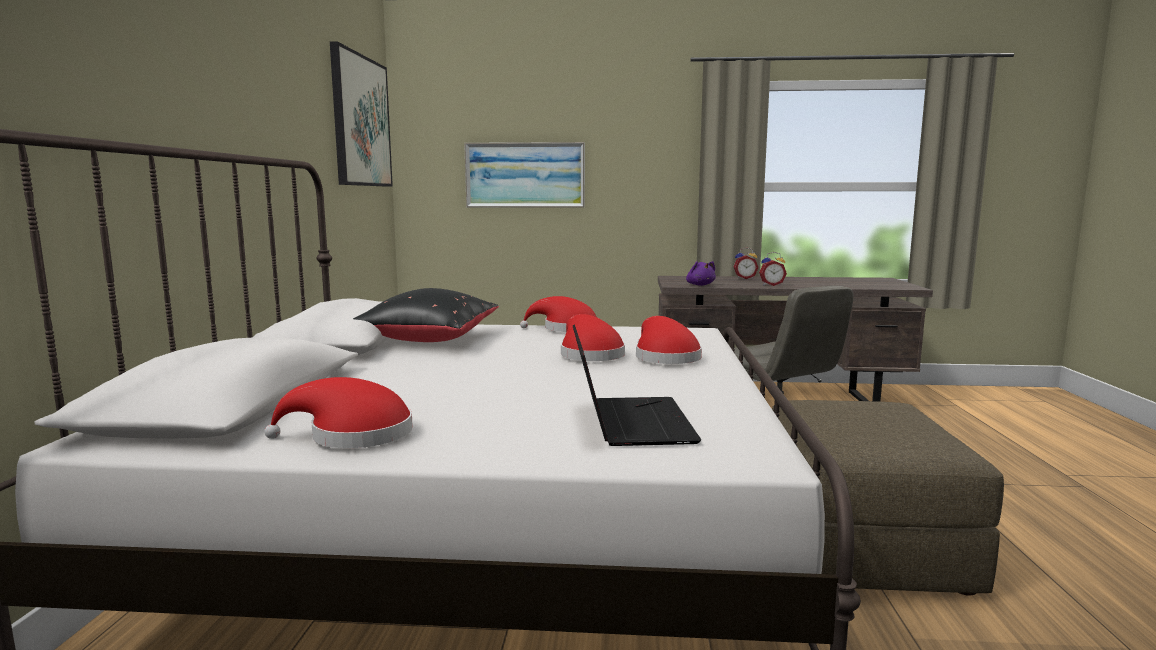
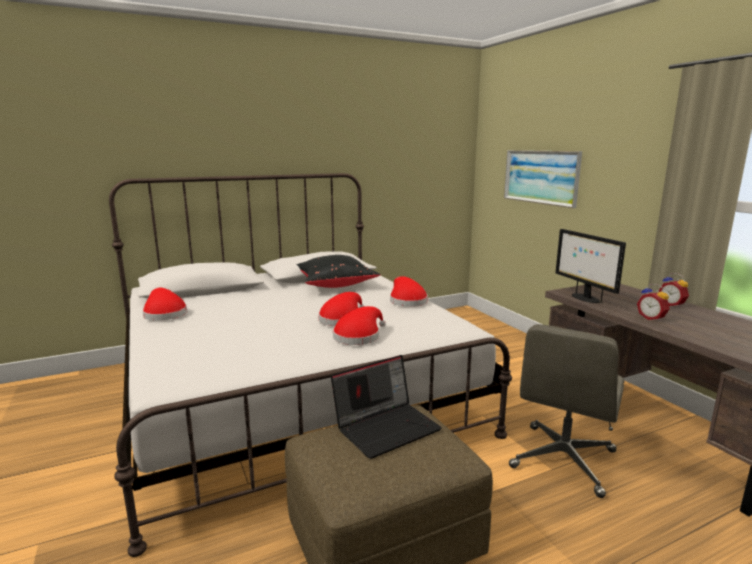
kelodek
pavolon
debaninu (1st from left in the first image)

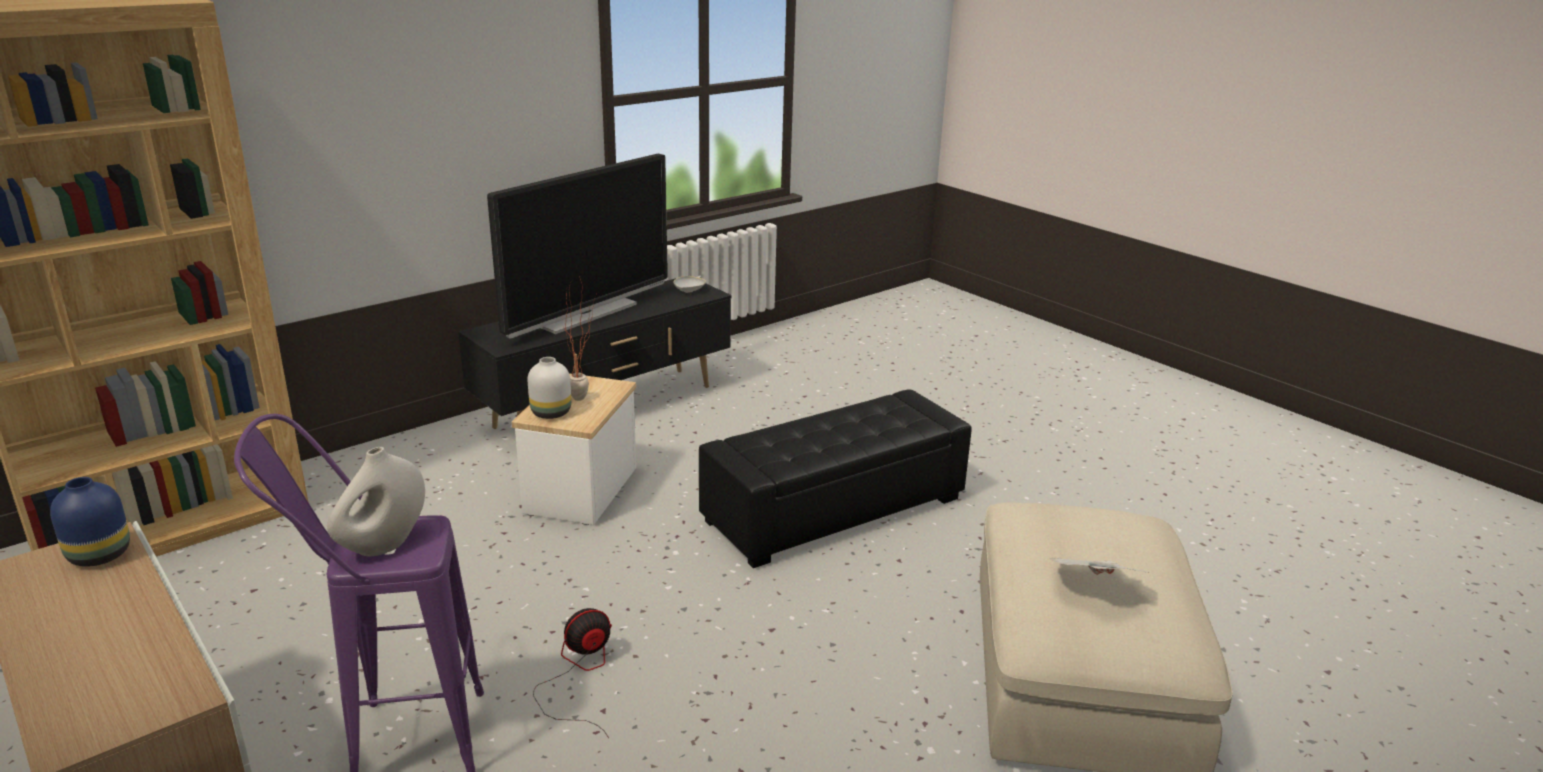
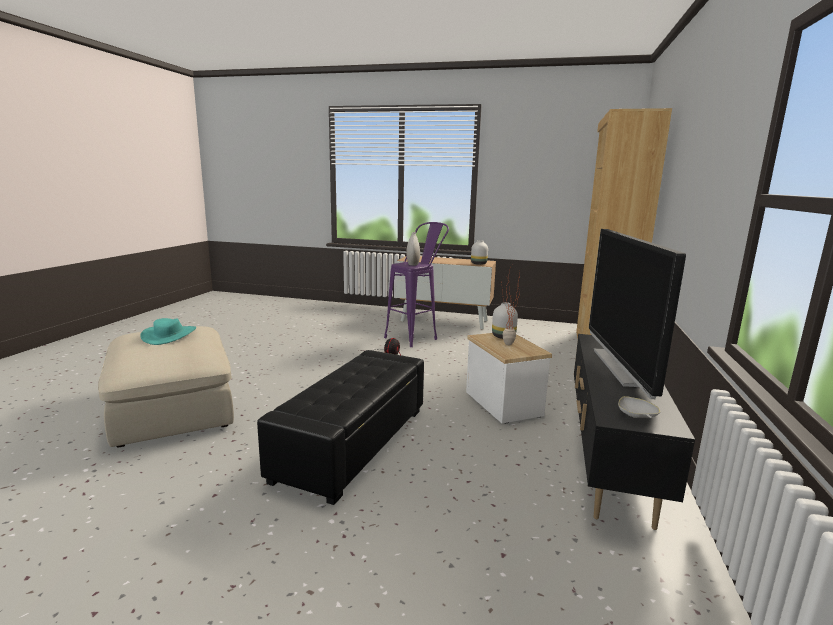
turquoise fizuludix
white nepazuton (2nd from left)

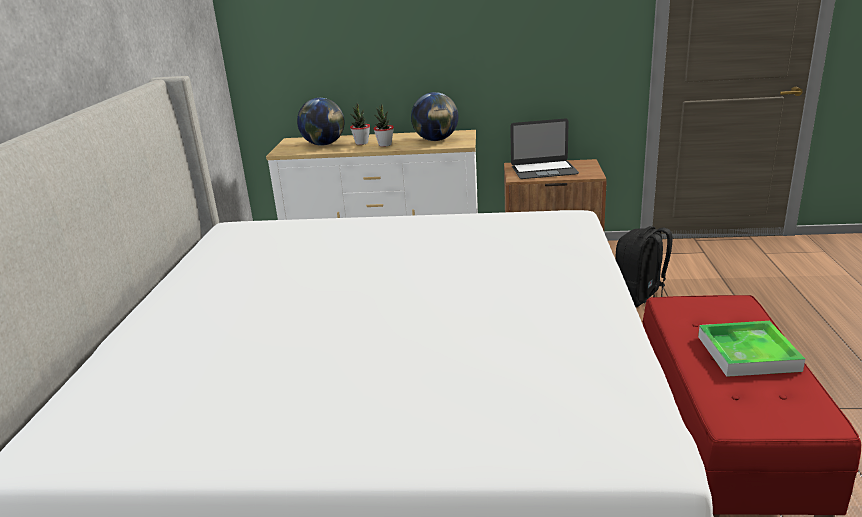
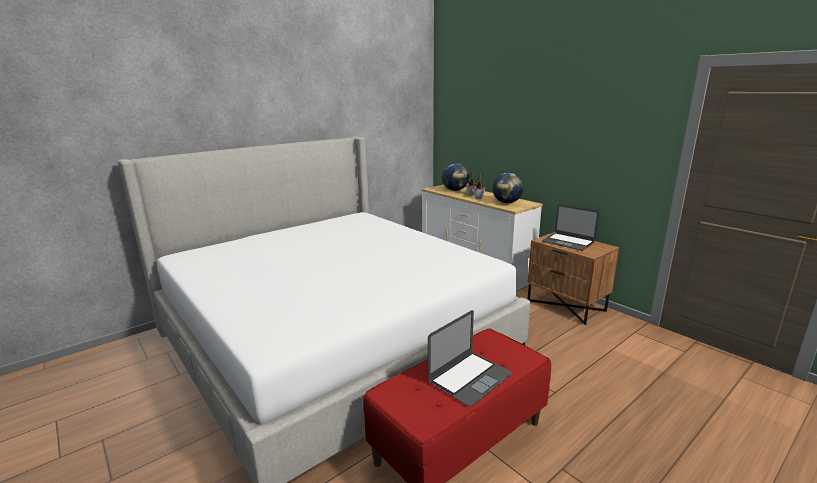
kelodek (1st from left)
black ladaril

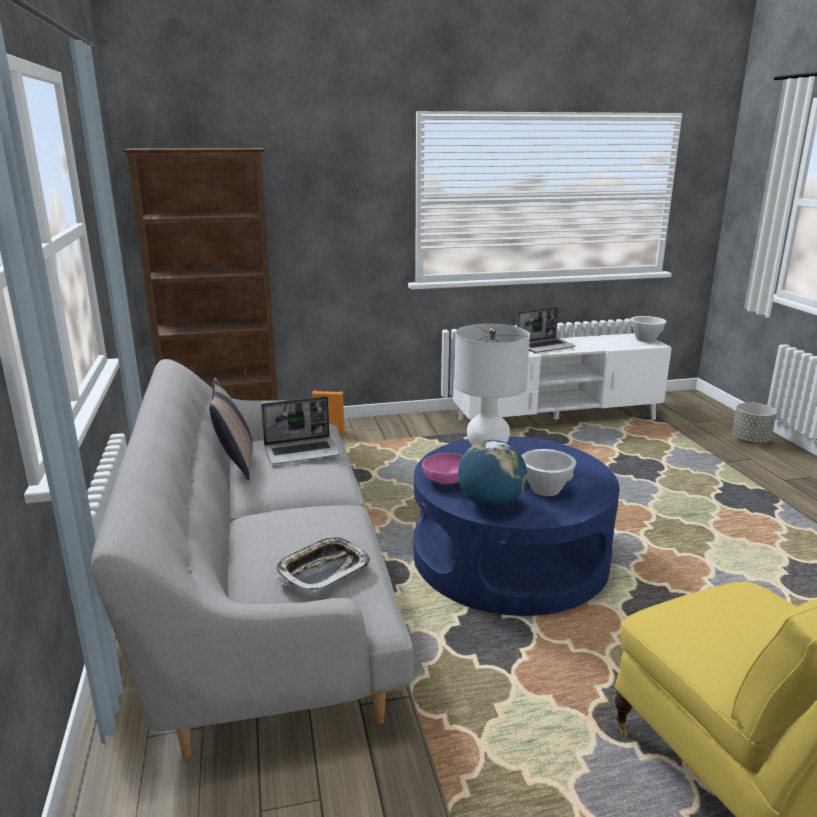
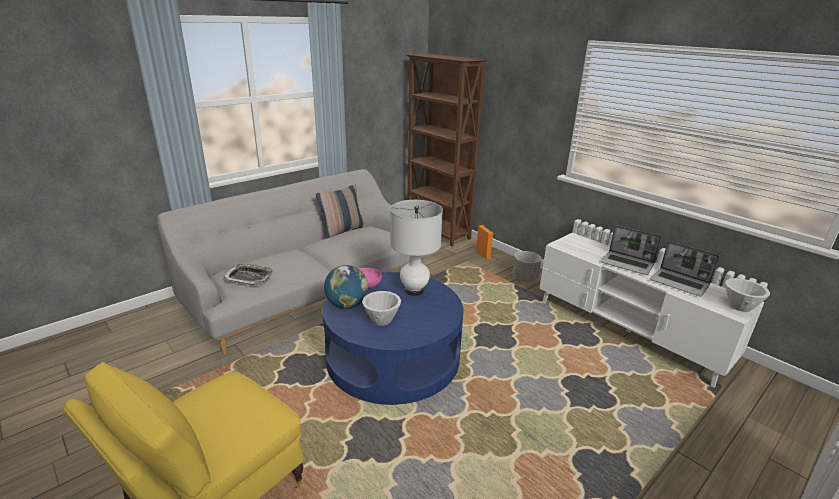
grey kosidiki
kelodek (2nd from left)

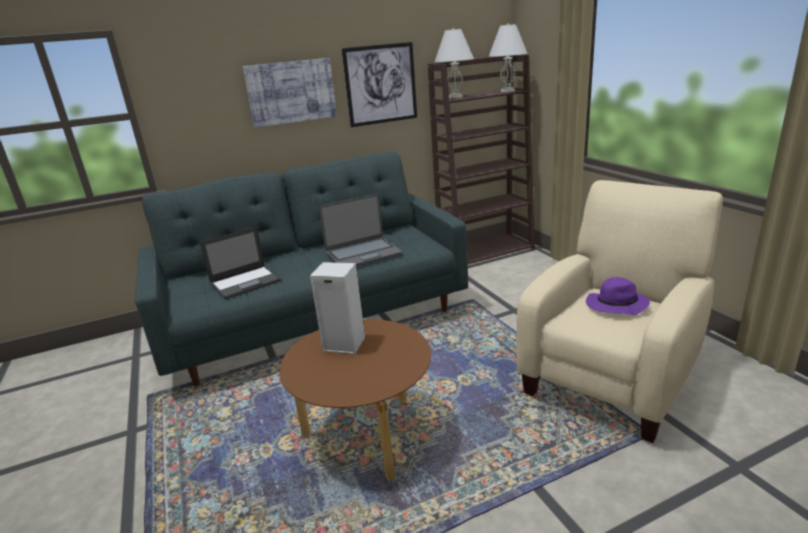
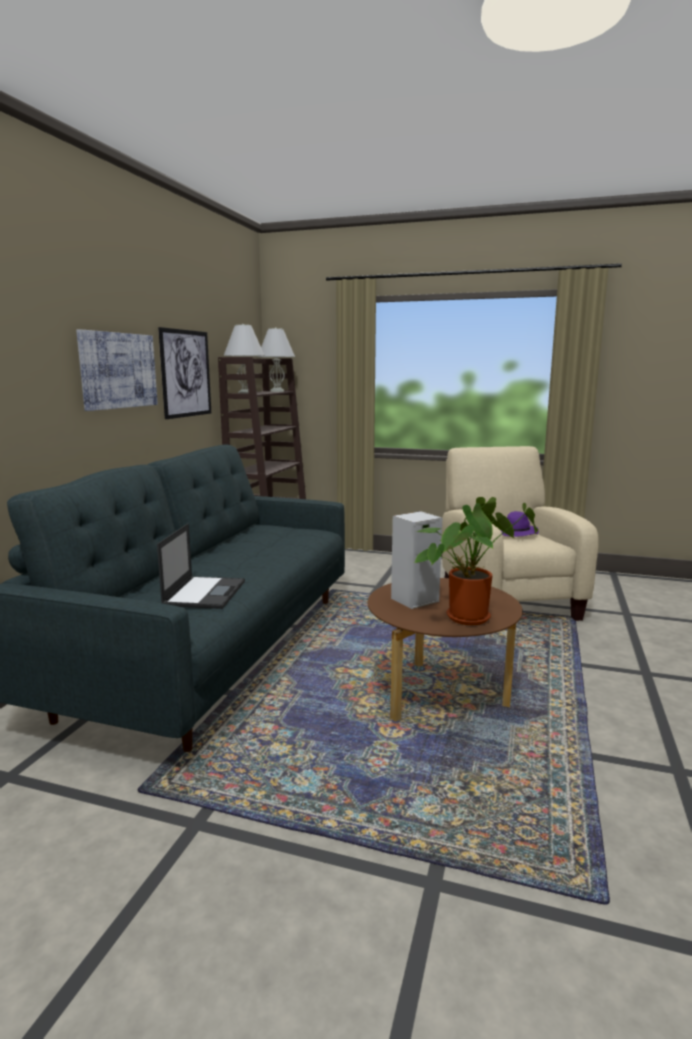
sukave
kelodek (2nd from left in the first image)

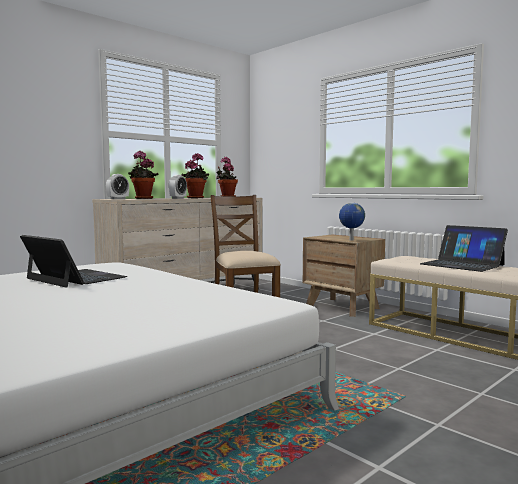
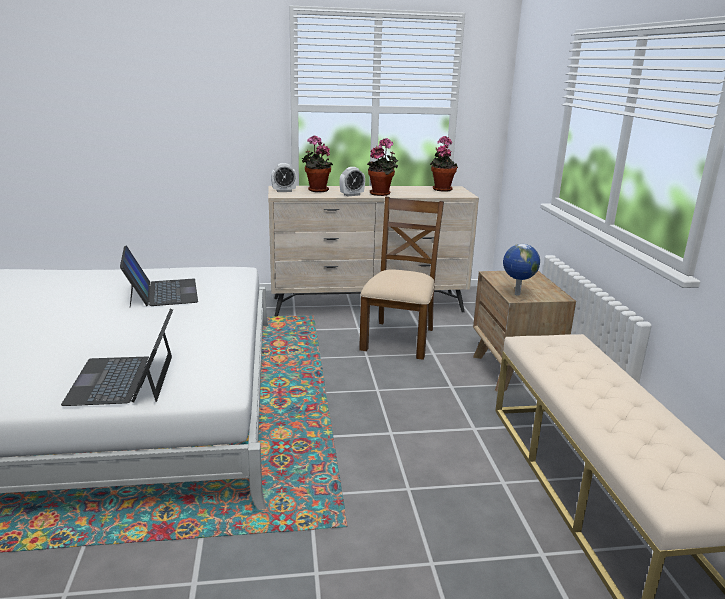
kelodek (1st from left)

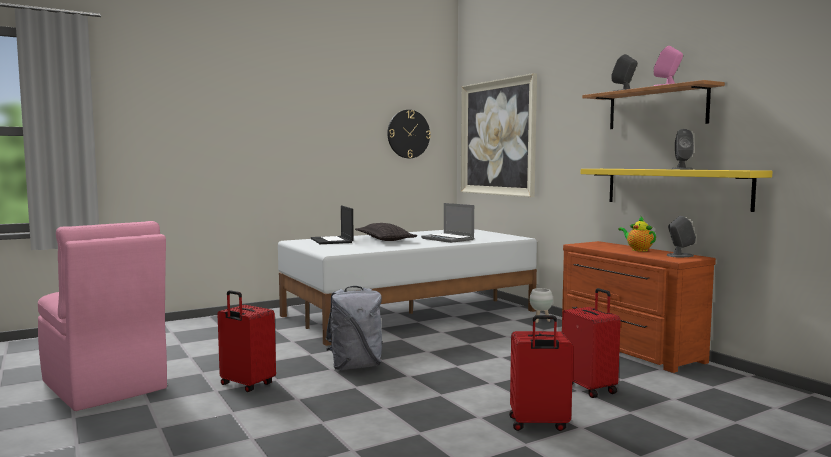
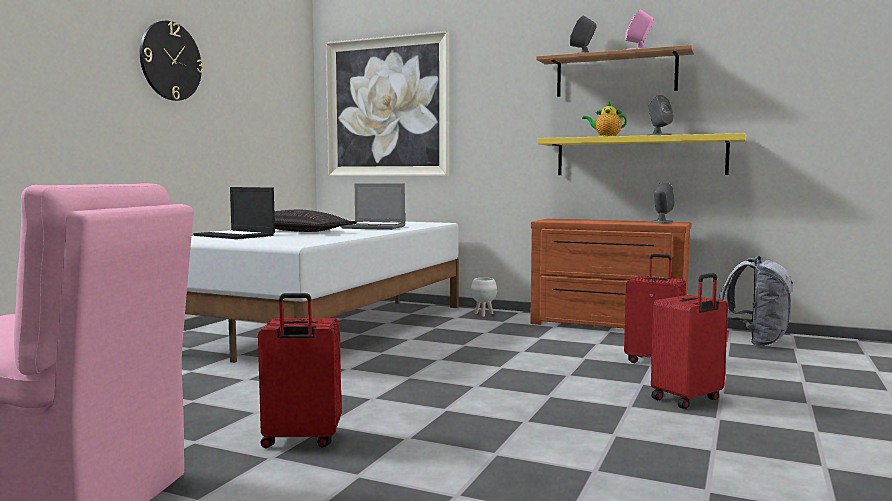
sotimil
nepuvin
grey ladaril

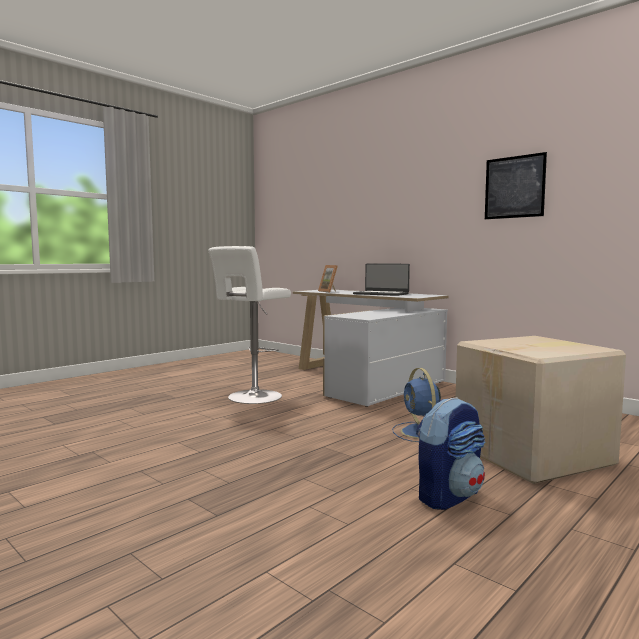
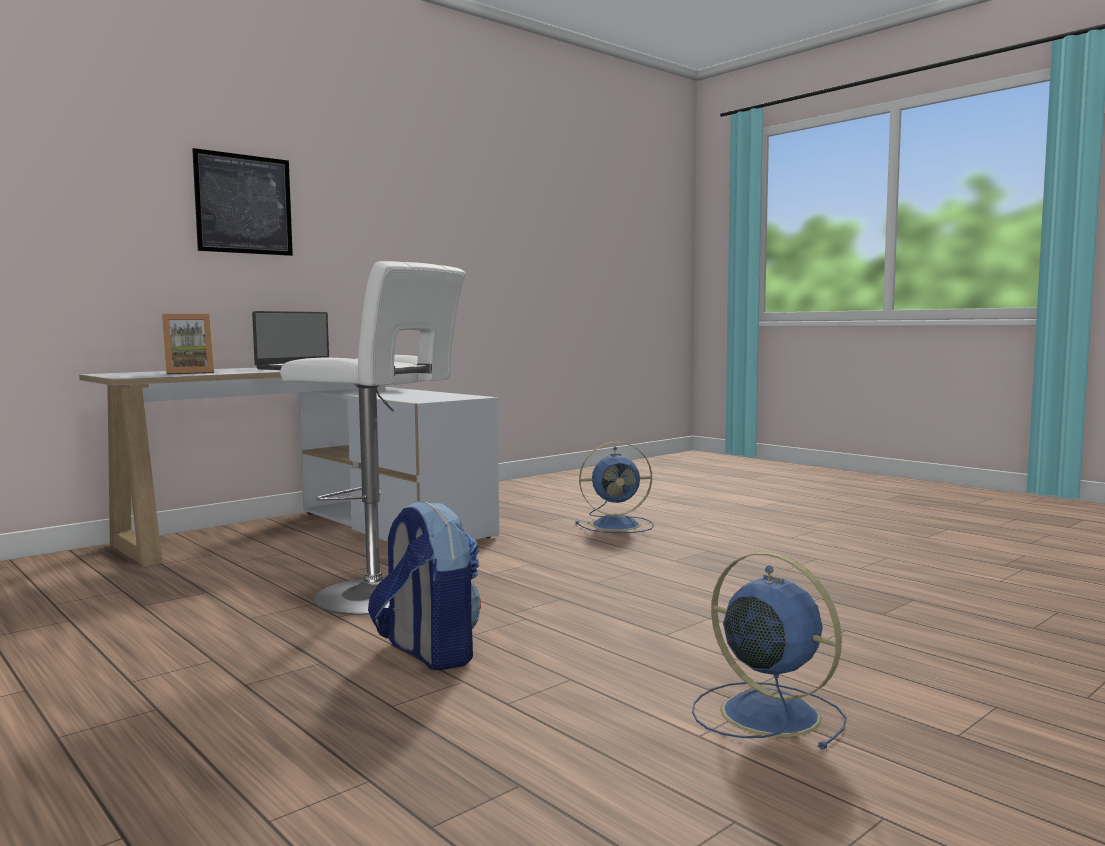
debaninu
ladaril
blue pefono (2nd from left)
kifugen

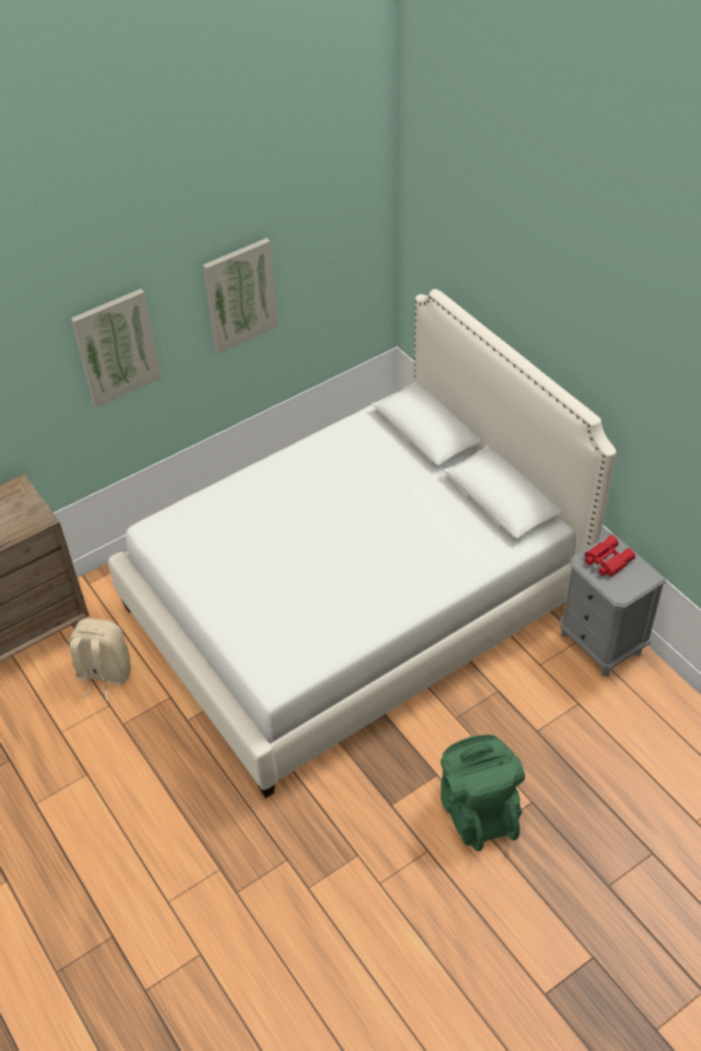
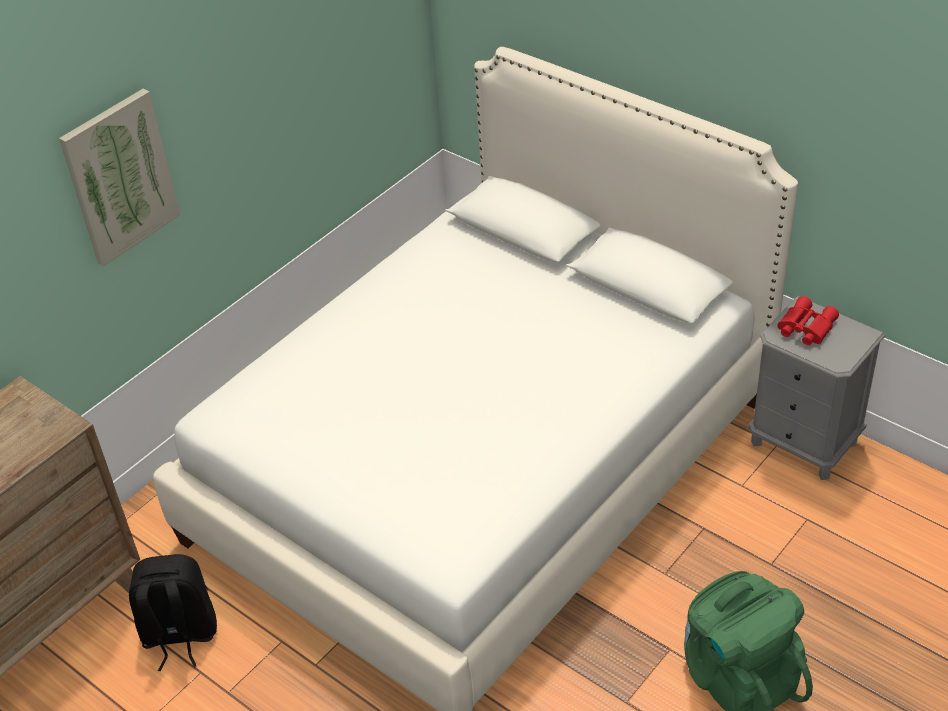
black ladaril
debaninu (2nd from left in the first image)

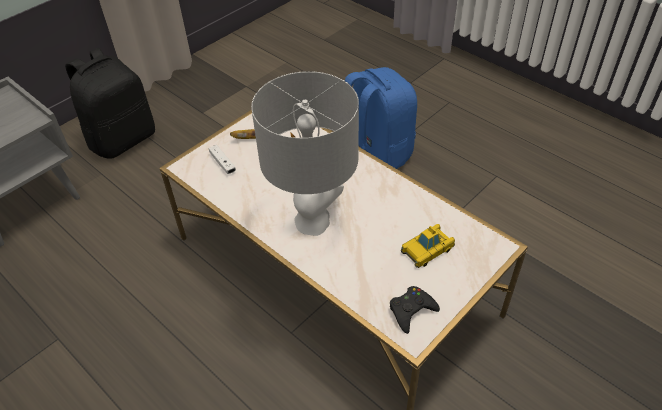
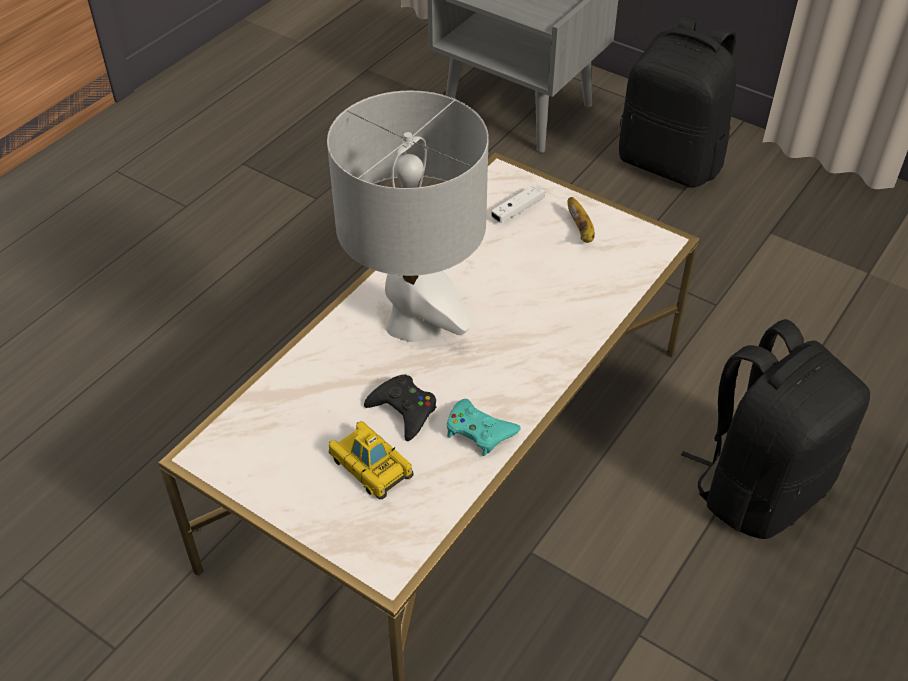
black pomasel
turquoise pomasel
black ladaril (2nd from left)

